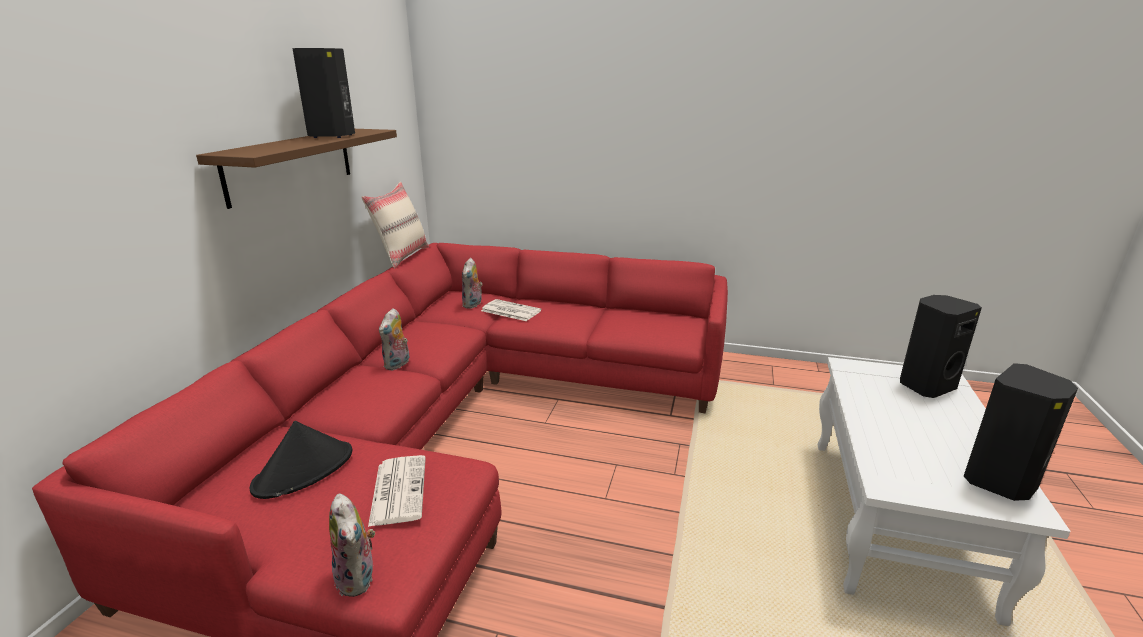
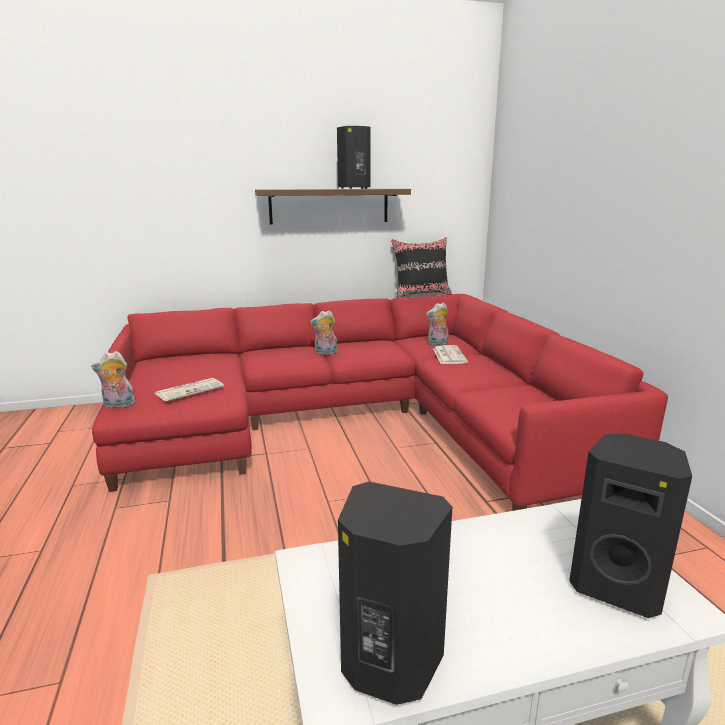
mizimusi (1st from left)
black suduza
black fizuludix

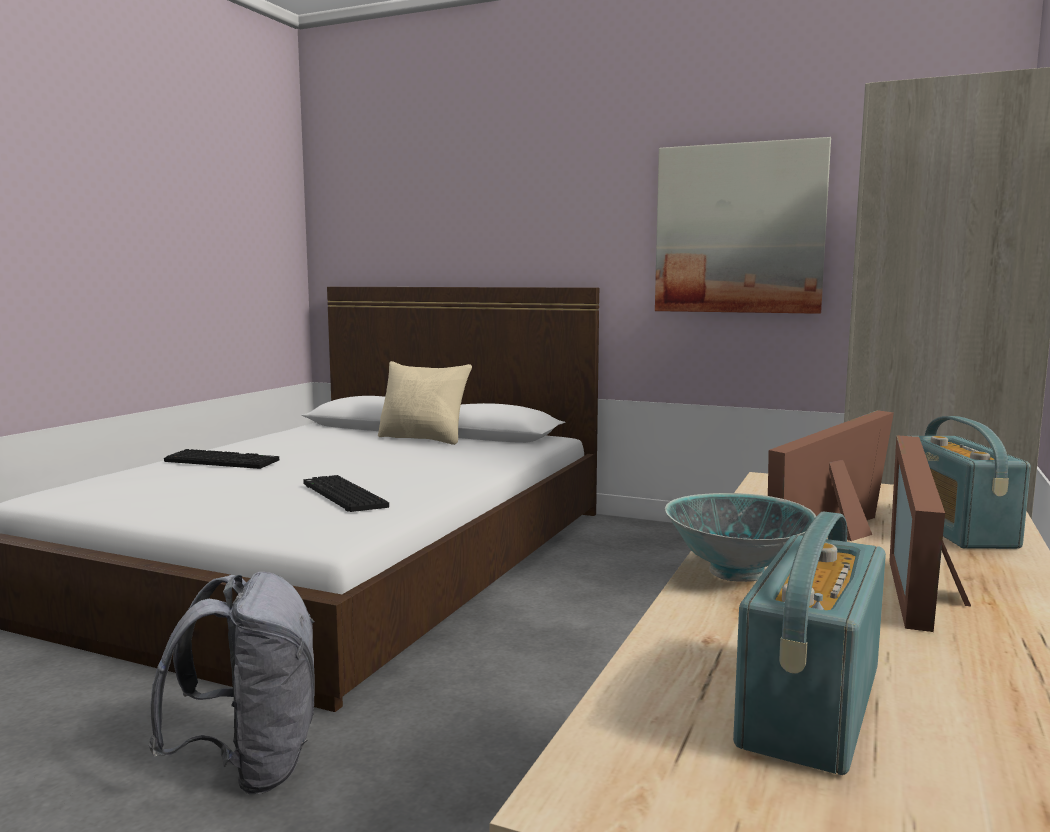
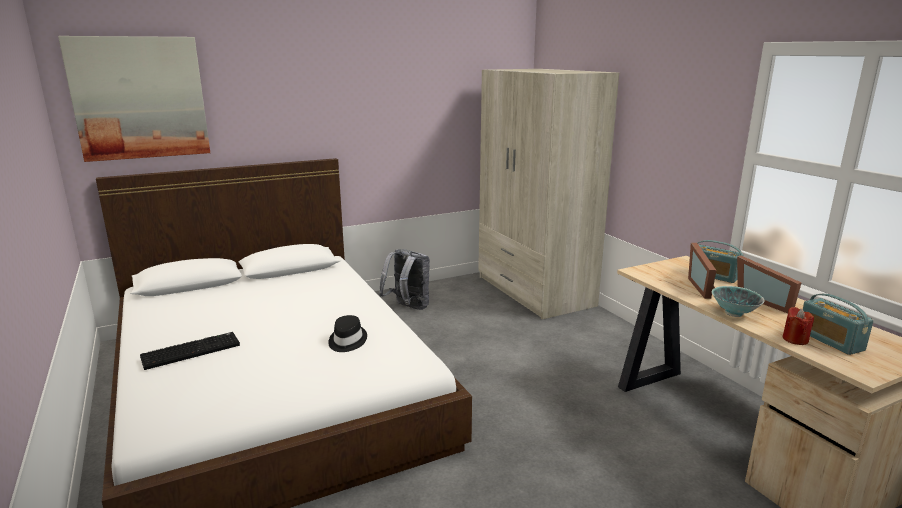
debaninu
black fizuludix
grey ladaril
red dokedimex
beige suduza

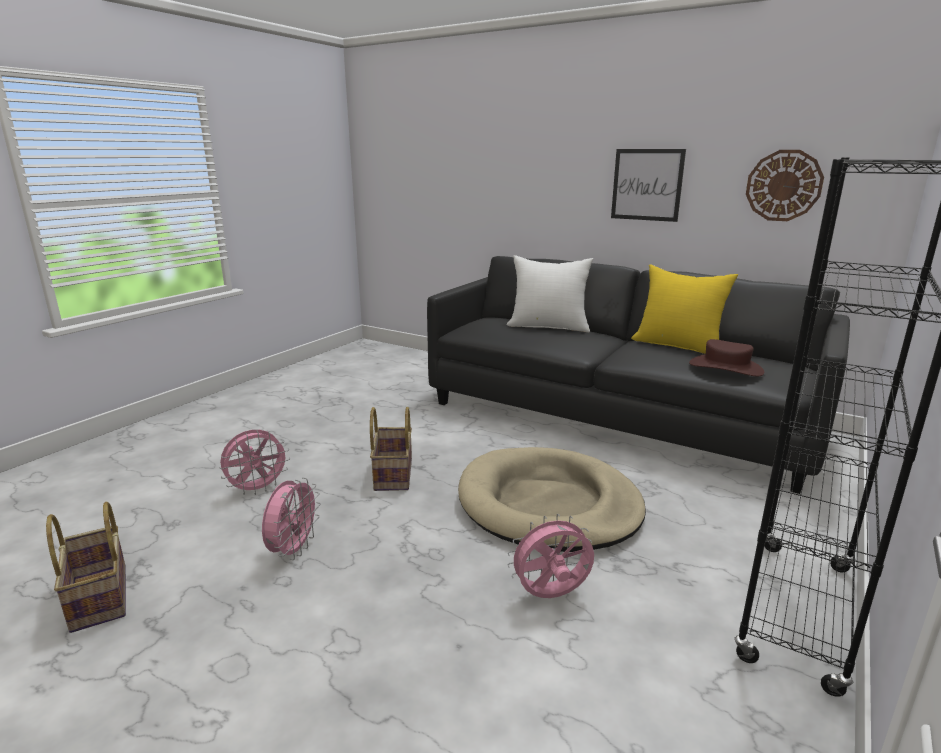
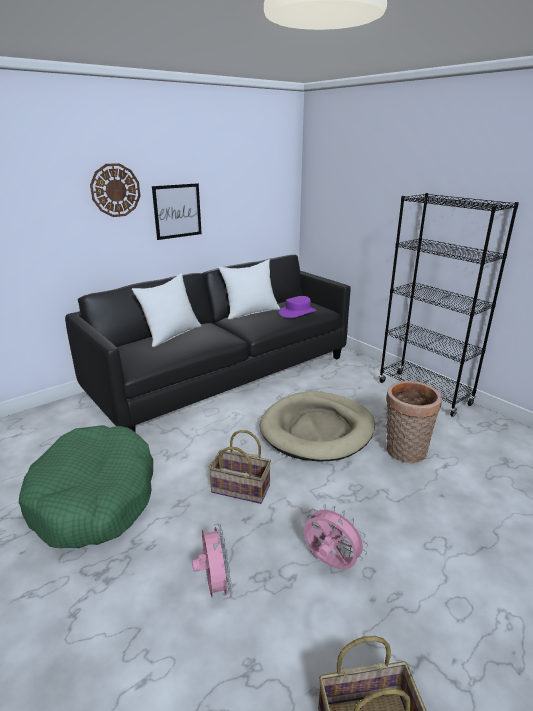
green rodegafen
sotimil
white suduza (2nd from left)
purple fizuludix
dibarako (3rd from left)

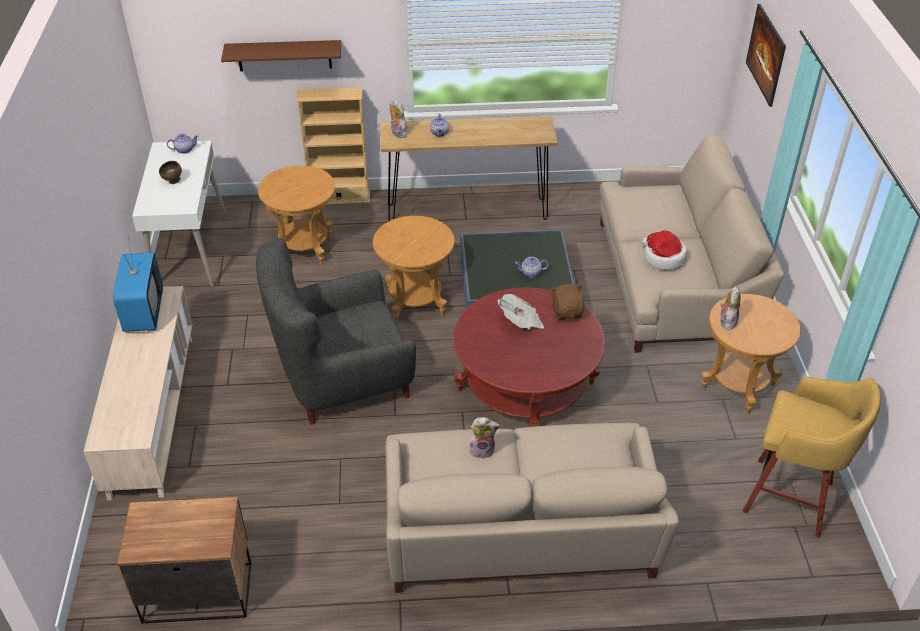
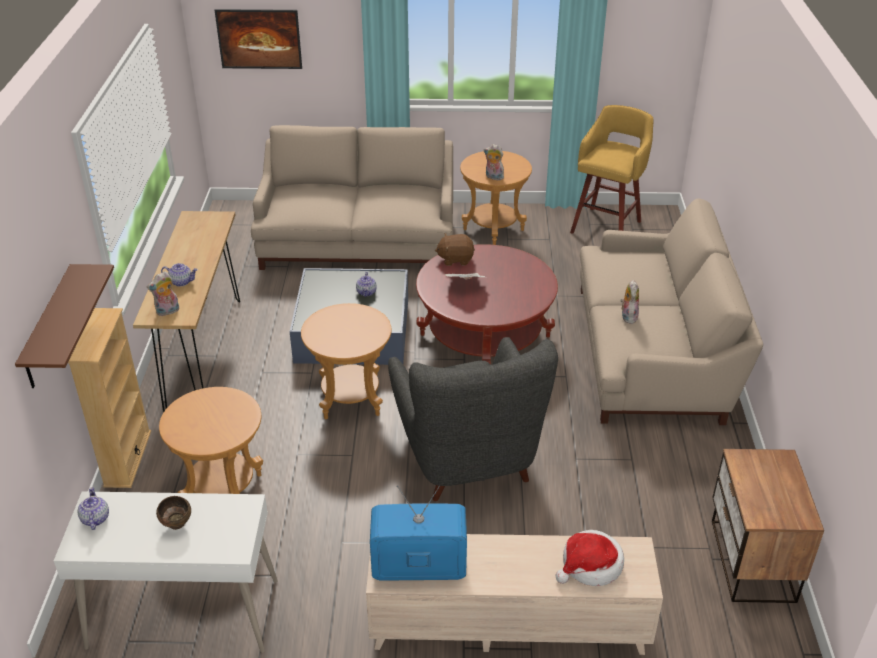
fizuludix

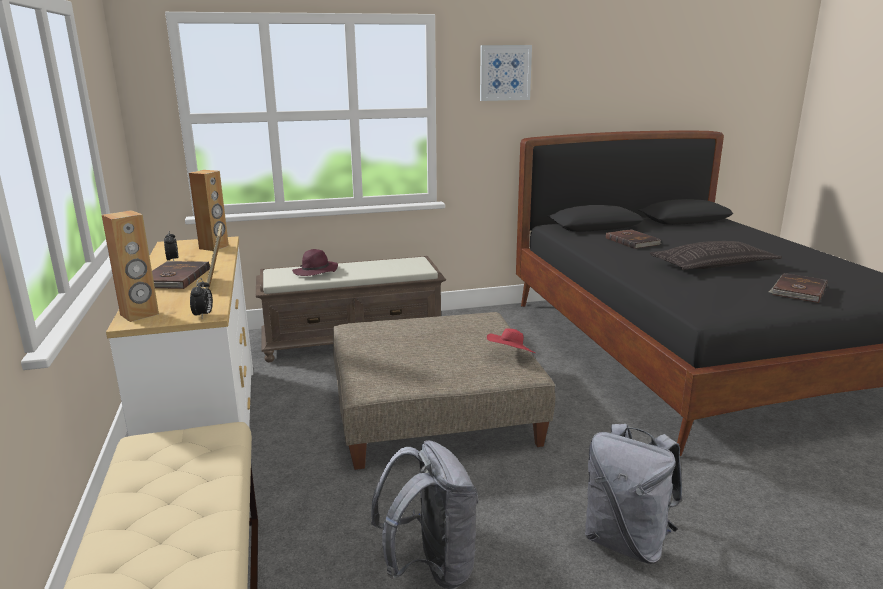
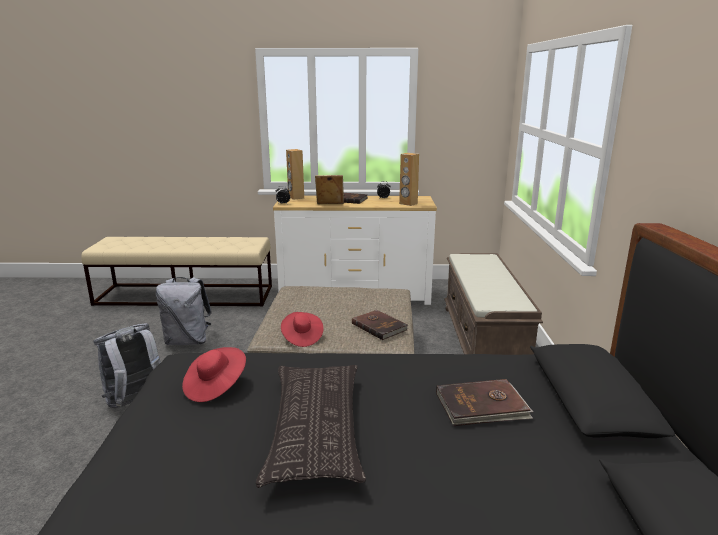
red fizuludix (1st from left)
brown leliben (2nd from left)
purple fizuludix
debaninu

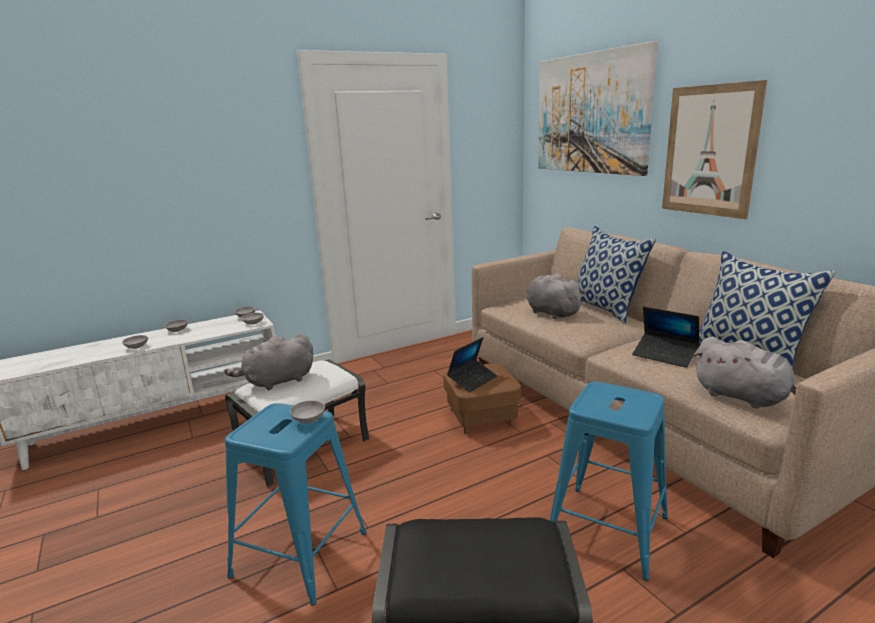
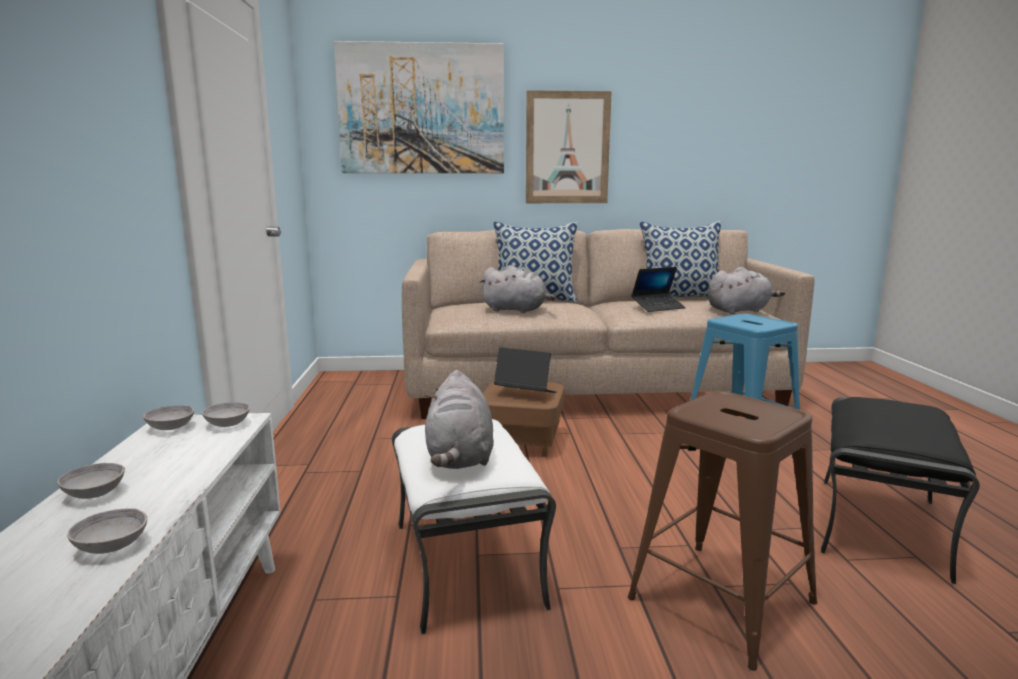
grey mizimusi (2nd from left)
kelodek (1st from left)
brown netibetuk
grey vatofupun (5th from left in the first image)

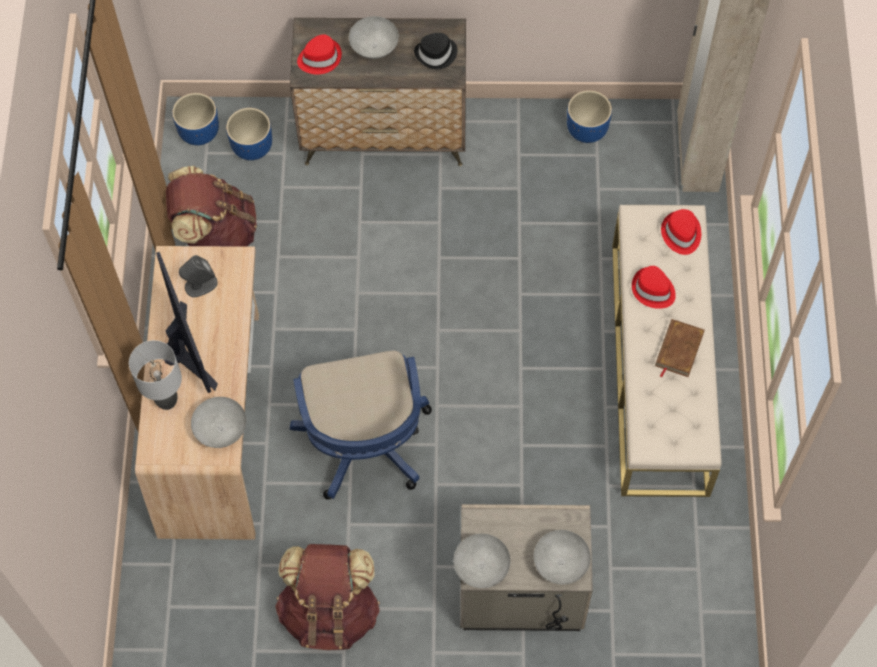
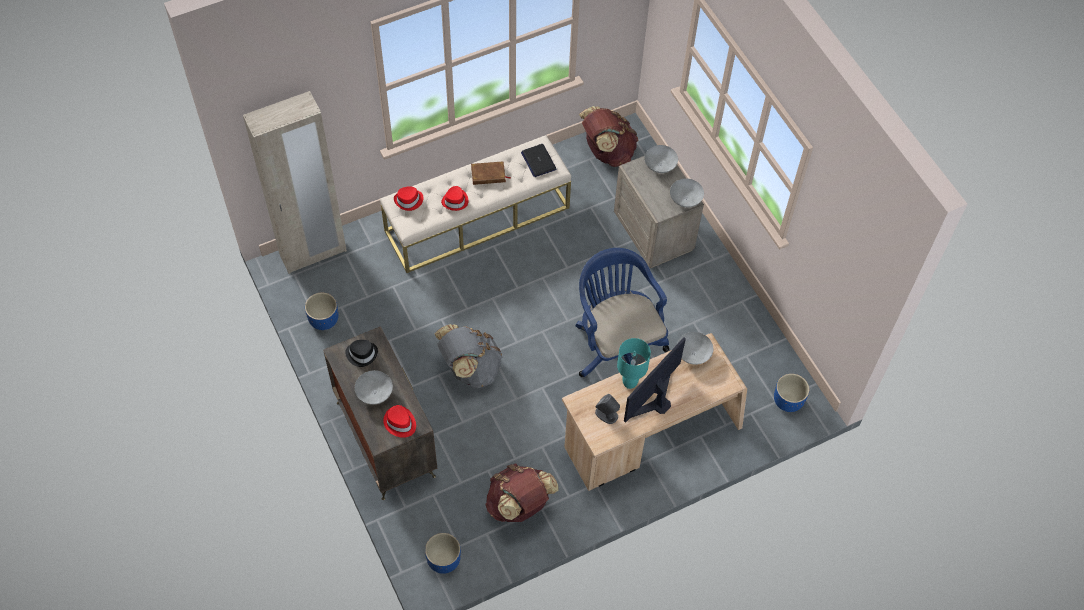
grey ladaril
kelodek
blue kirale
brown ladaril (2nd from left)
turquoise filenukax
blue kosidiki (3rd from left)
grey filenukax

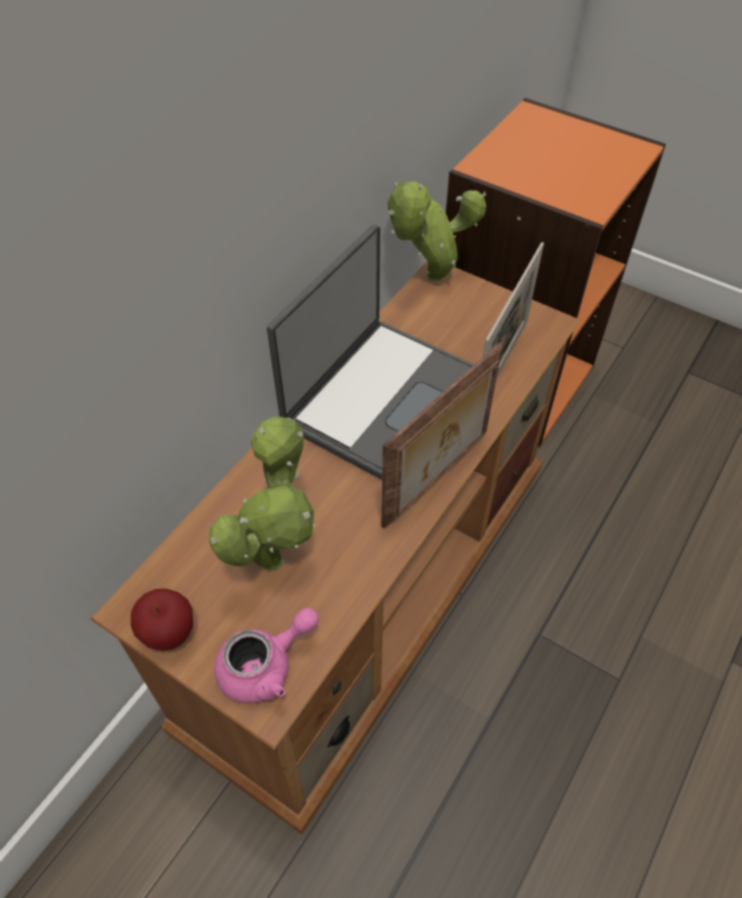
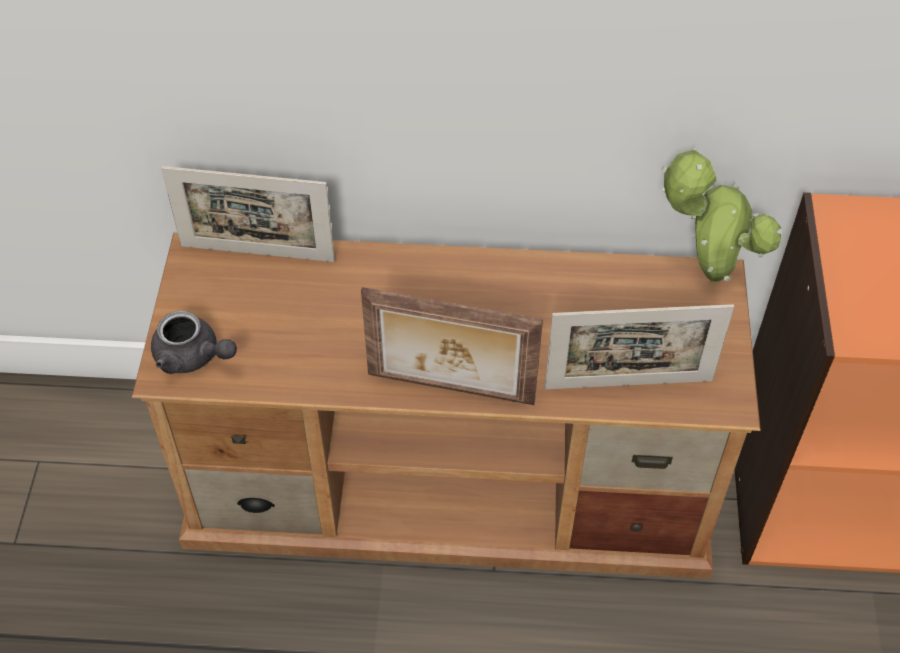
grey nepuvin
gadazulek (1st from left)
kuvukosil
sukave (1st from left in the first image)
kelodek

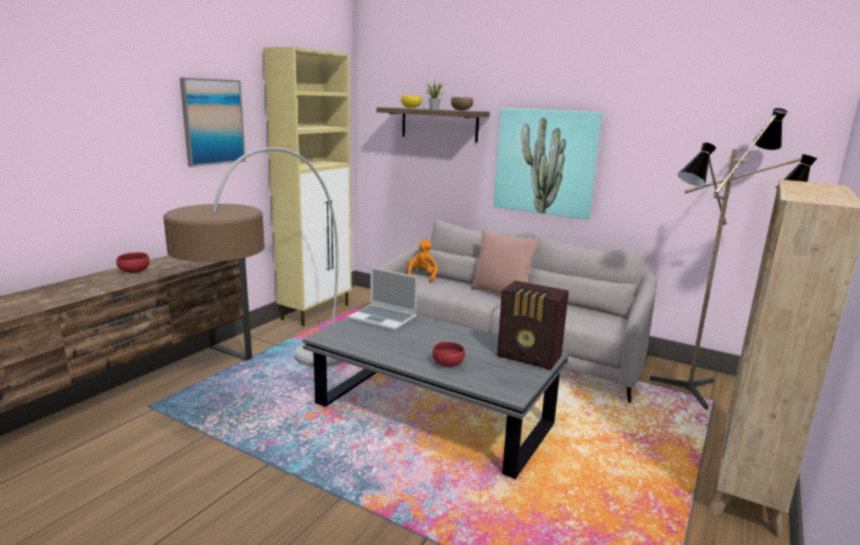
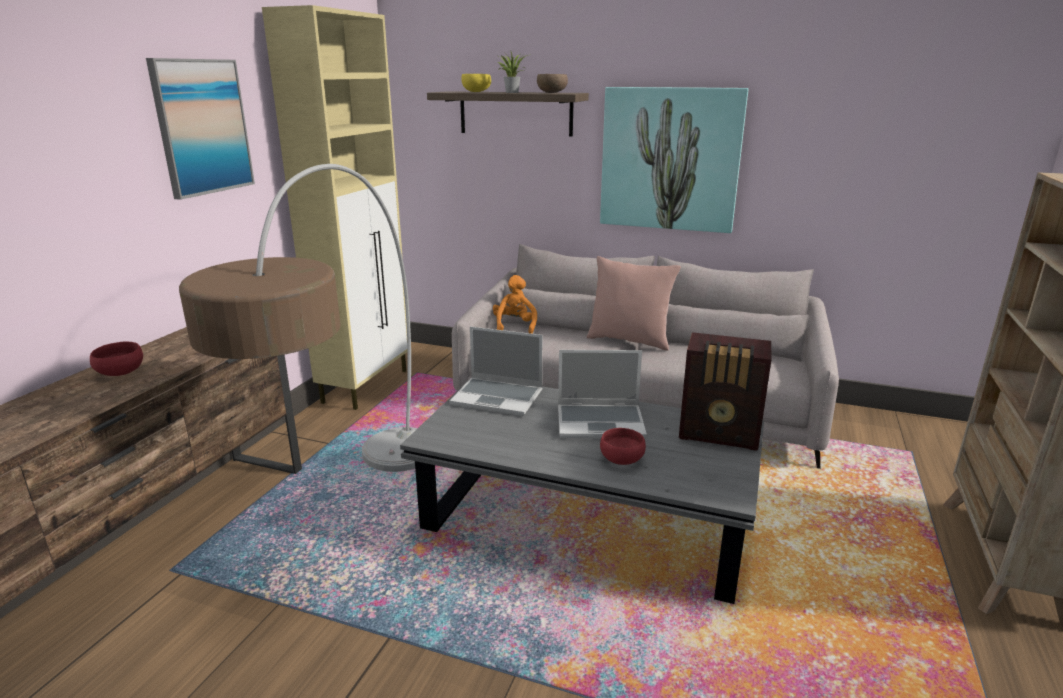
kelodek (2nd from left)
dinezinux (2nd from left in the first image)

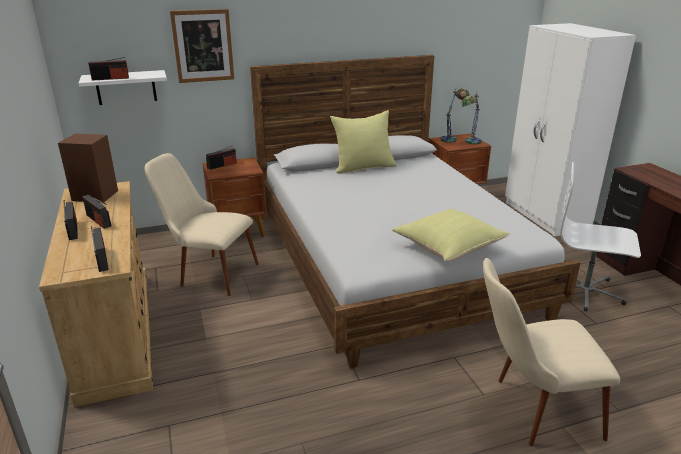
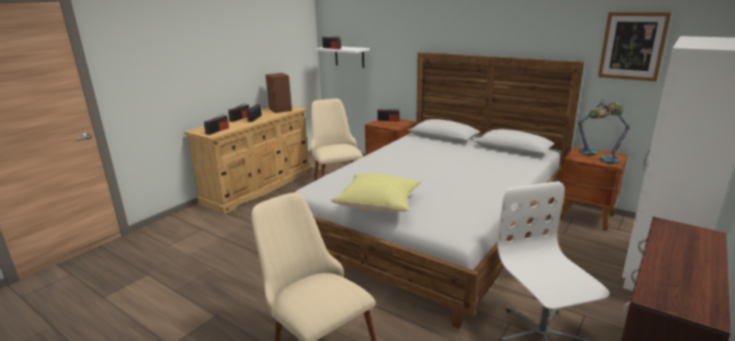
debaninu
yellow suduza (1st from left in the first image)

